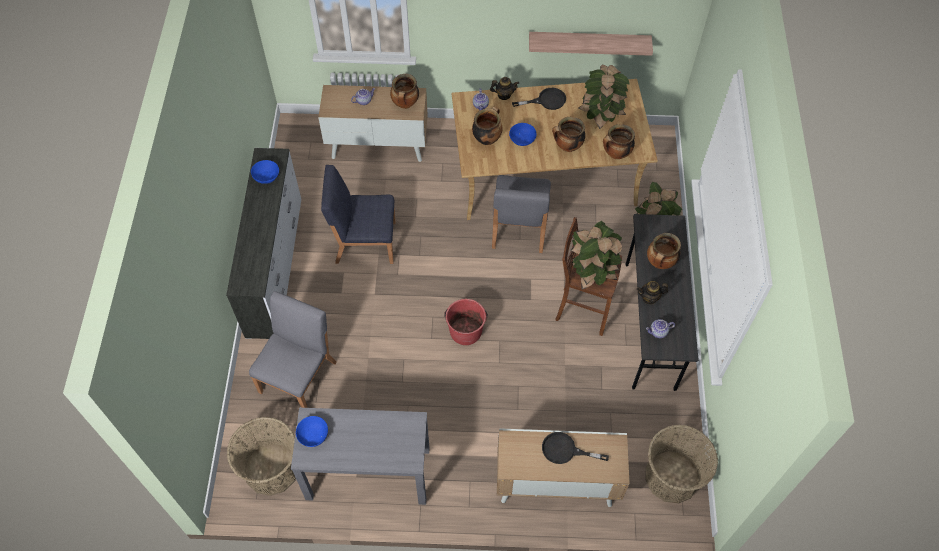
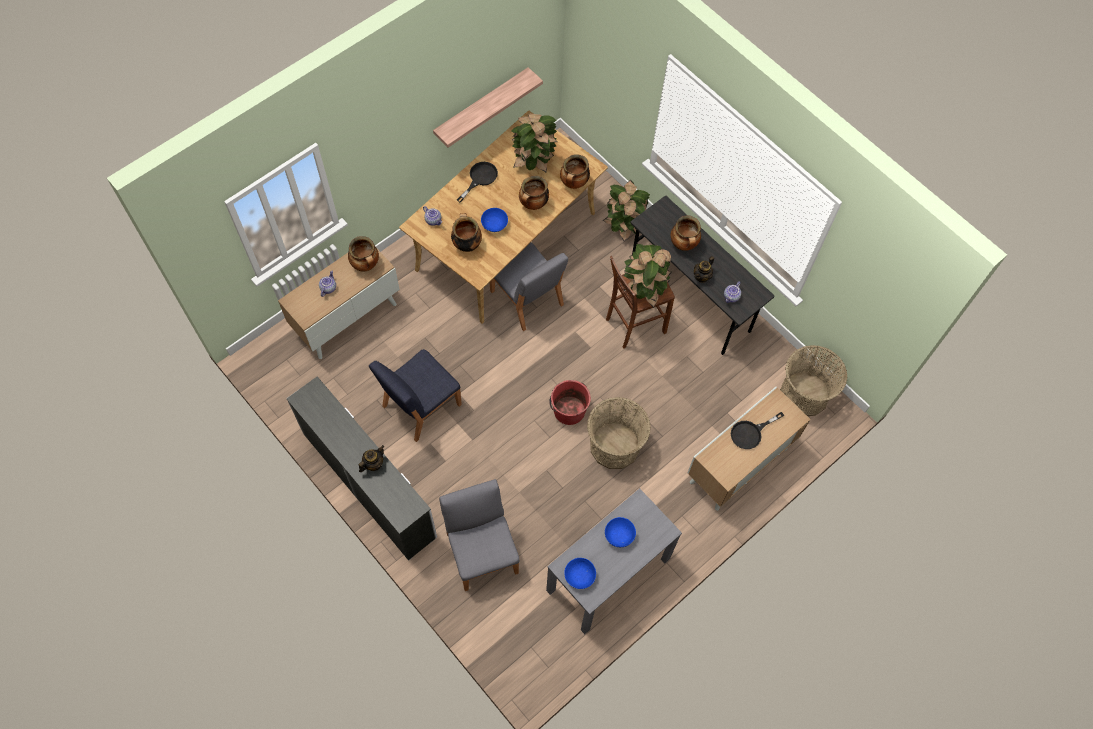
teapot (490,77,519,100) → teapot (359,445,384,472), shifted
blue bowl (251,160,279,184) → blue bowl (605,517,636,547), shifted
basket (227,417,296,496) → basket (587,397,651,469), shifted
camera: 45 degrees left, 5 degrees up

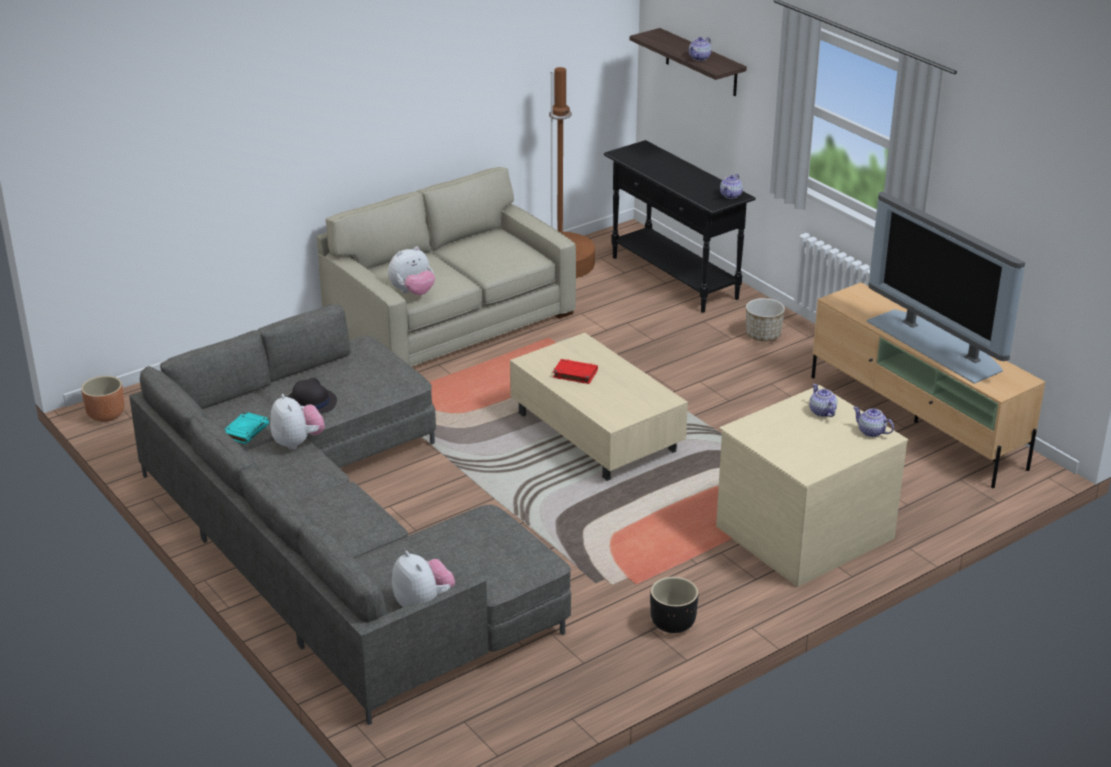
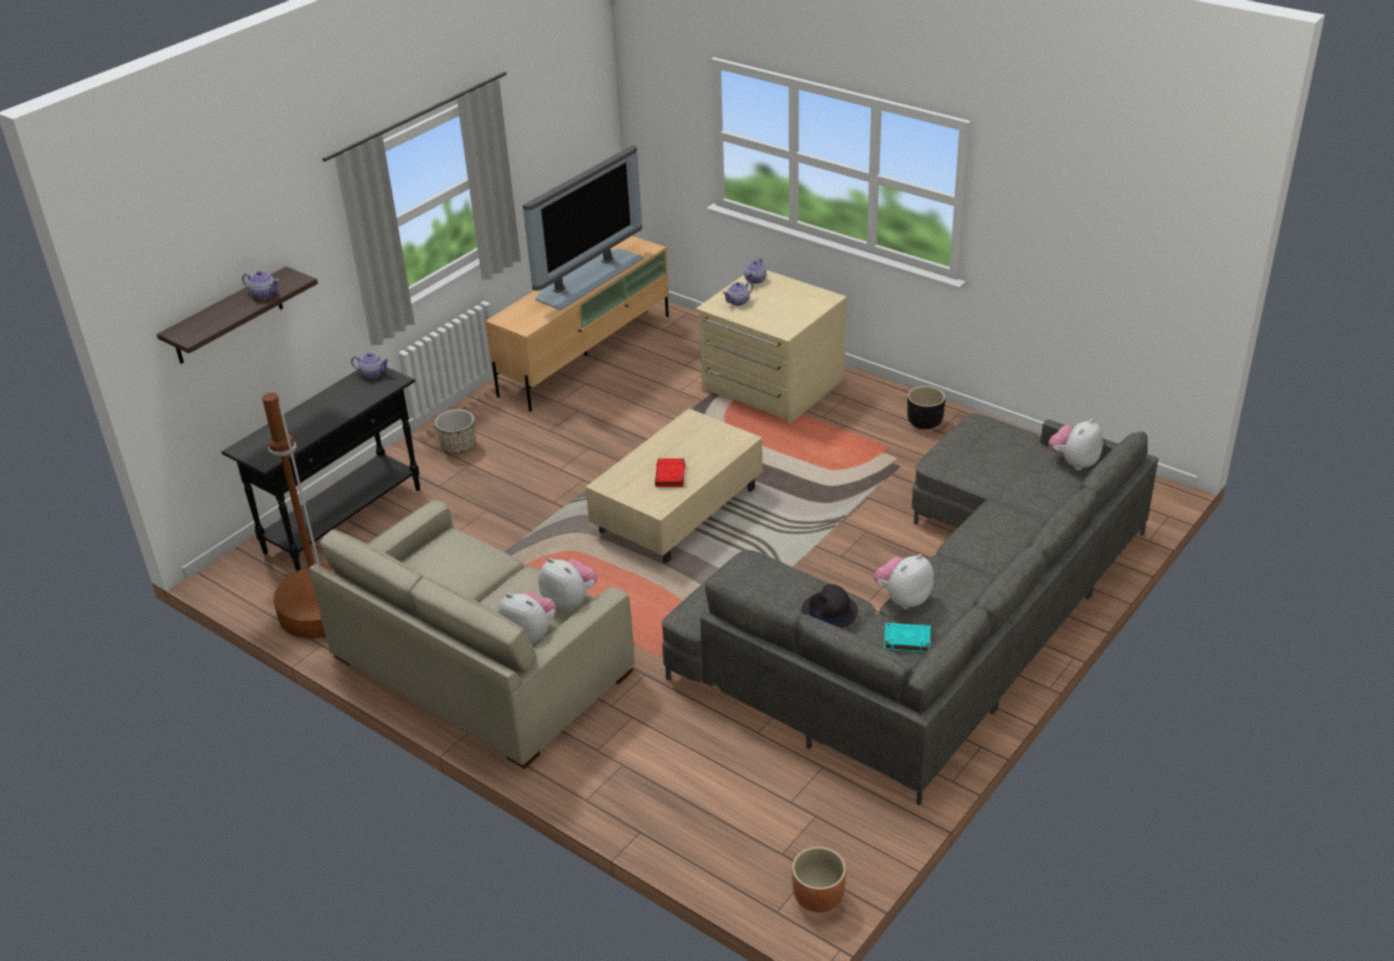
- → plush toy (497,592,556,645)
camera: 105 degrees left, 5 degrees up

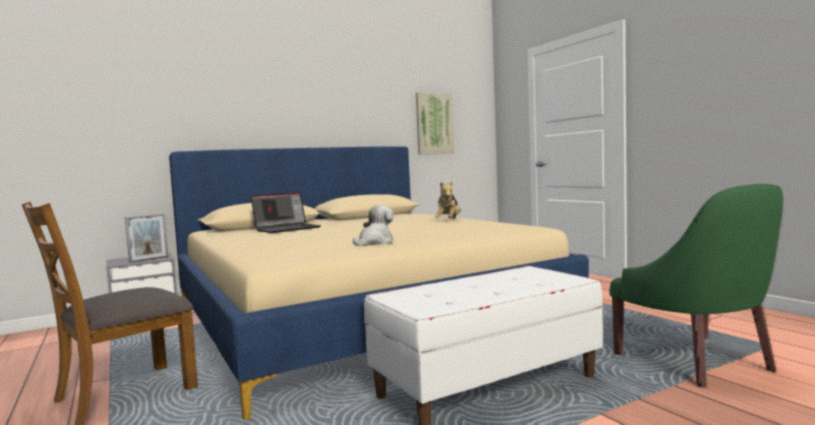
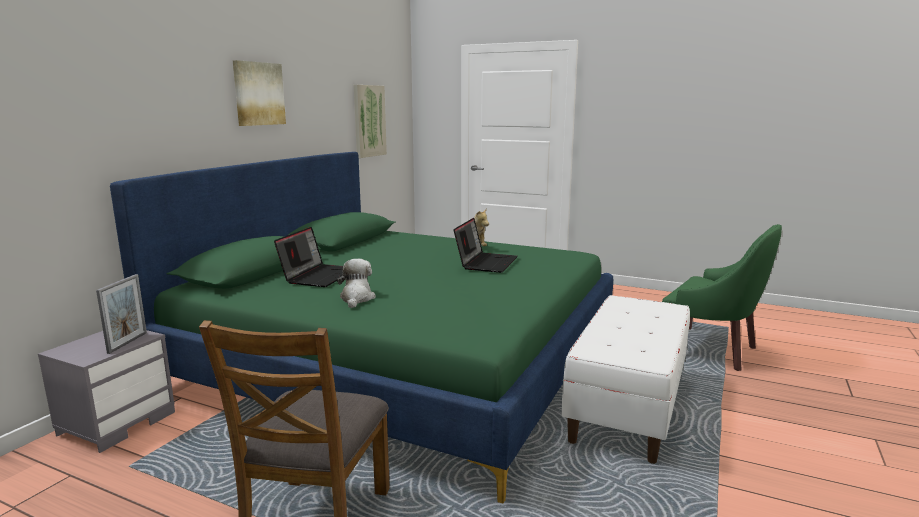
beige bed (169,147,589,420) → green bed (110,152,613,503)
plush toy (353,205,394,246) → plush toy (337,259,376,308), shifted
- → picture (233,60,286,126)
- → laptop (453,218,518,273)
camera: 35 degrees left, 10 degrees up

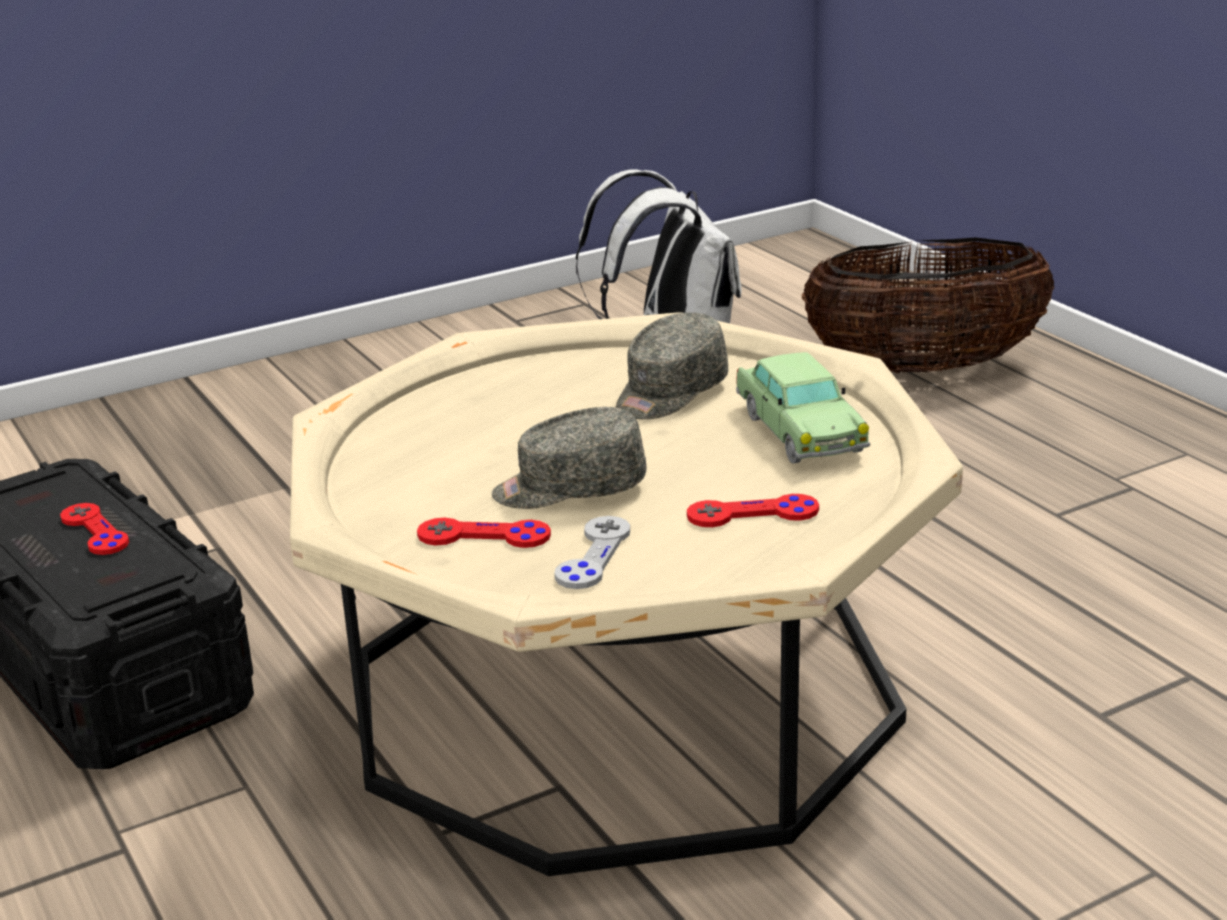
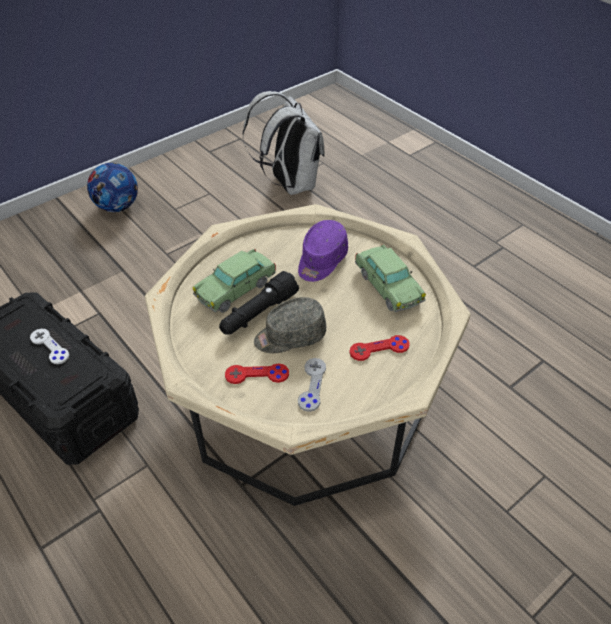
basket (802,237,1055,374) → -
grey cap (616,313,728,419) → purple cap (298,220,348,282)
red game controller (60,503,129,555) → white game controller (30,329,69,364)
- → football (87,163,138,212)
- → toy car (192,249,276,313)
- → black flashlight (219,271,299,335)
camera: 10 degrees left, 20 degrees up

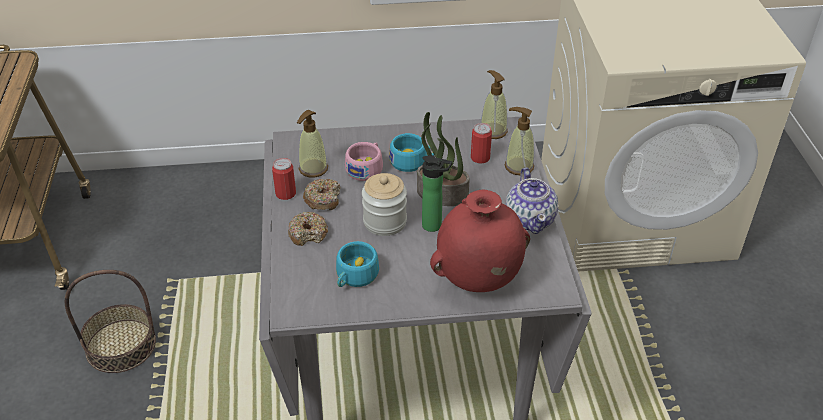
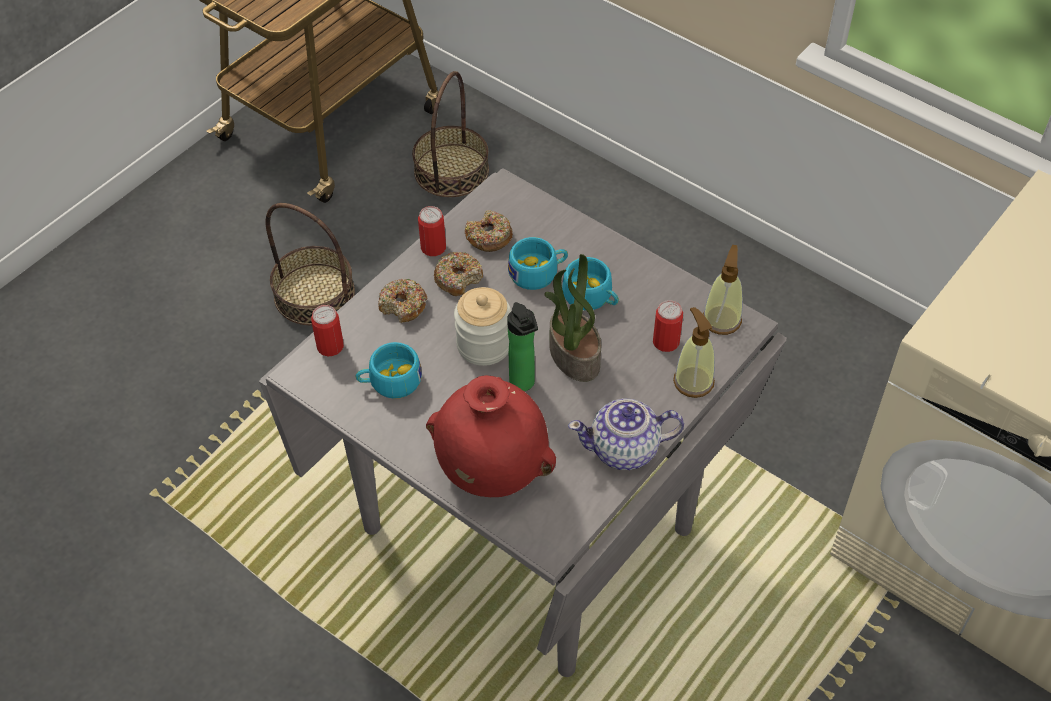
soap dispenser (297,110,328,177) → donut (465,210,513,252)
pink cup (345,142,383,181) → turquoise cup (508,237,568,290)
teapot (506,167,558,234) → teapot (568,398,684,470), 45 degrees clockwise
- → basket (412,71,489,197)
- → can (311,305,344,356)
camera: 45 degrees right, 10 degrees up

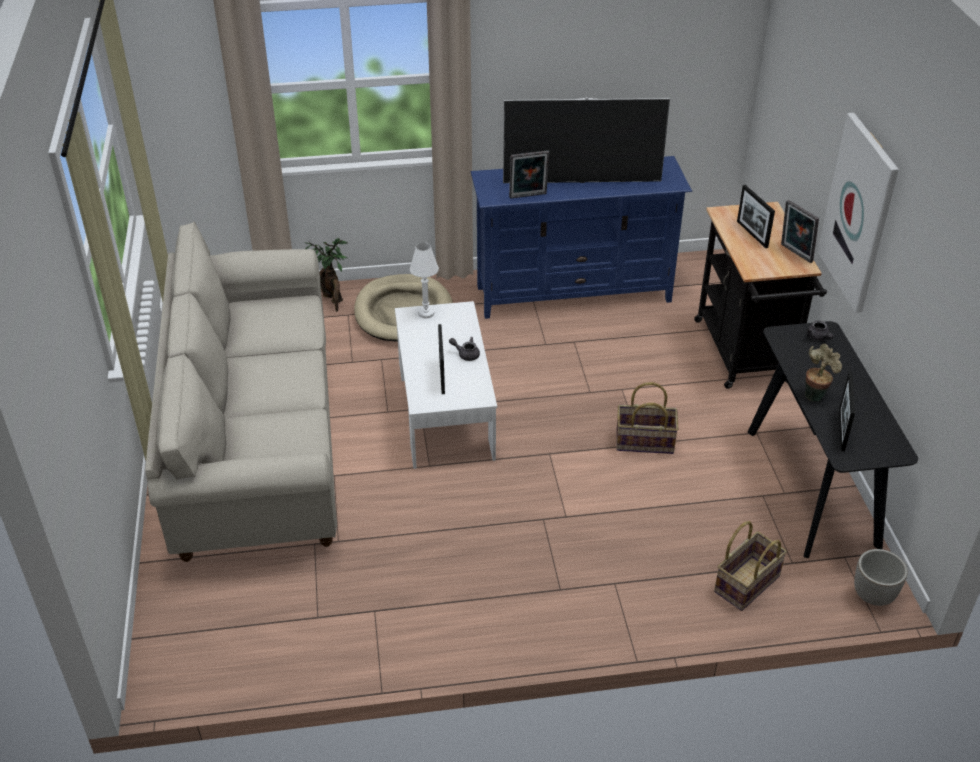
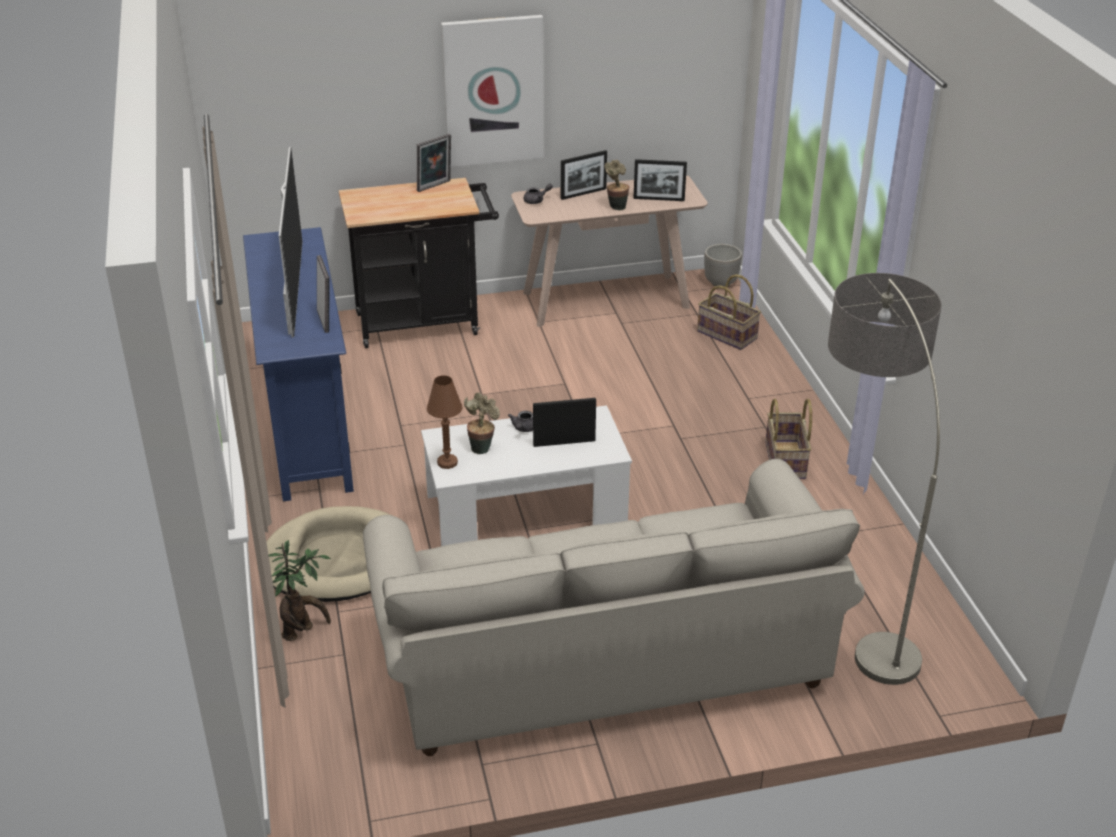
picture frame (737,185,775,248) → picture frame (561,150,607,200), shifted
white table lamp (410,242,439,319) → brown table lamp (427,375,462,469)
black console table (748,321,918,558) → beige console table (511,175,708,327)
basket (616,382,678,454) → basket (765,399,812,479), shifted
- → floor lamp (828,273,942,685)
- → potted plant (464,392,500,454)
camera: 95 degrees left, 5 degrees down

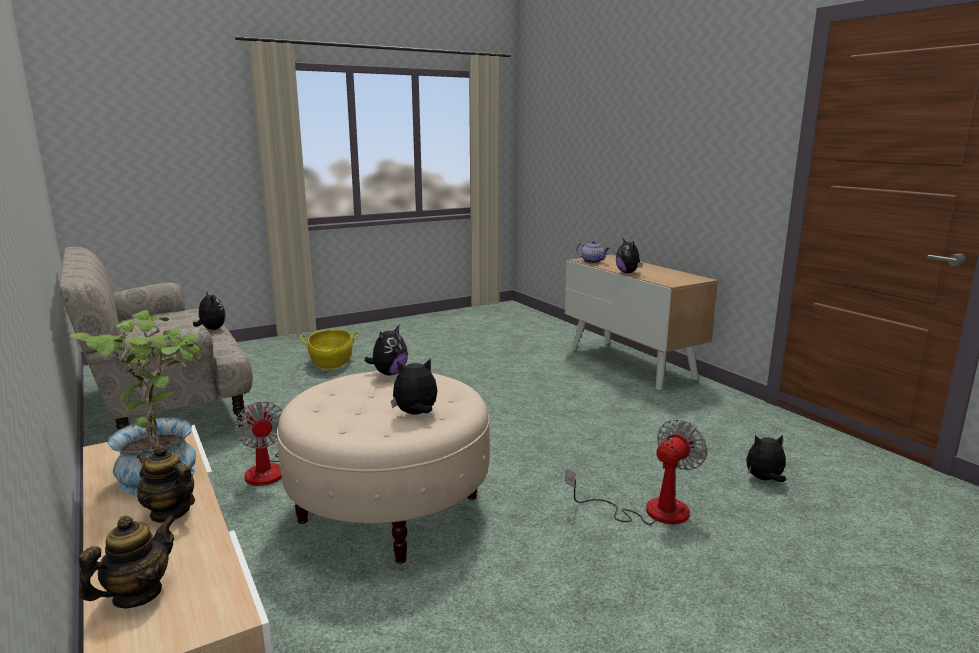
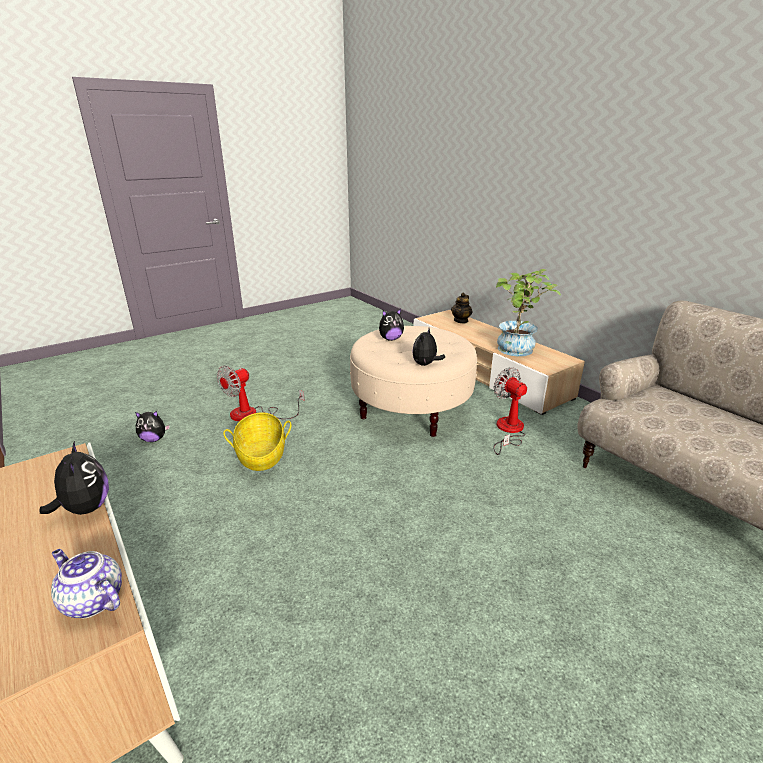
plush toy (193,291,226,330) → -
basket (300,329,359,369) → basket (223,412,291,471), shifted
teapot (137,445,195,523) → -
camera: 175 degrees right, 10 degrees up

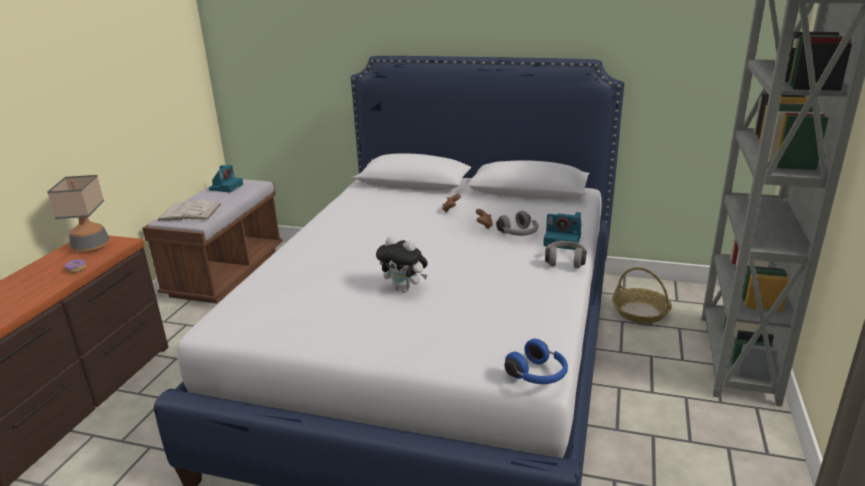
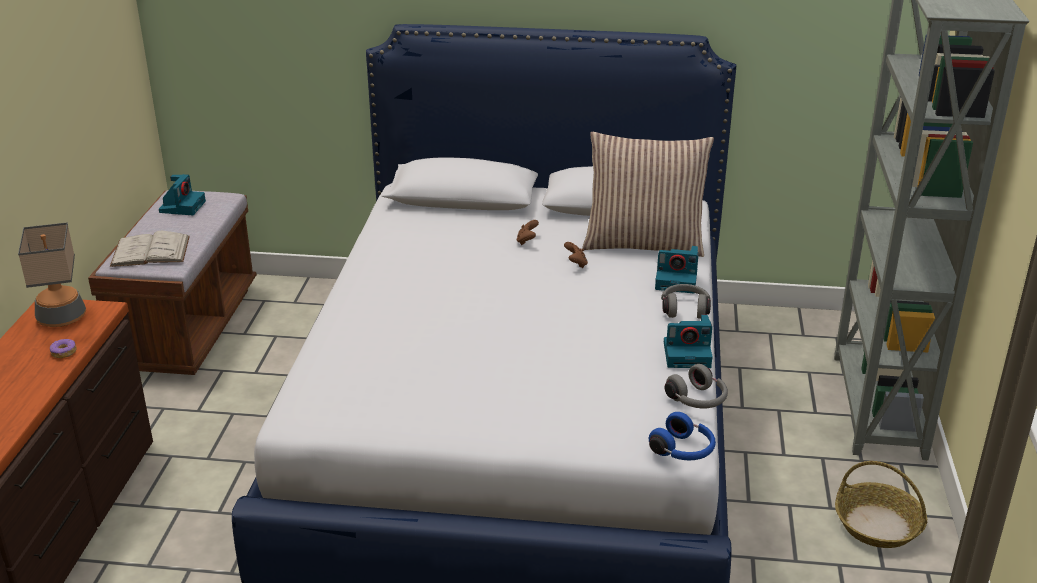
grey headphones (496,211,539,236) → grey headphones (665,364,728,408), shifted
plush toy (376,236,428,292) → -
basket (612,267,672,324) → basket (835,461,928,548), shifted
- → pillow (583,132,714,257)
- → photo camera (664,315,713,368)
camera: 10 degrees left, 5 degrees up

